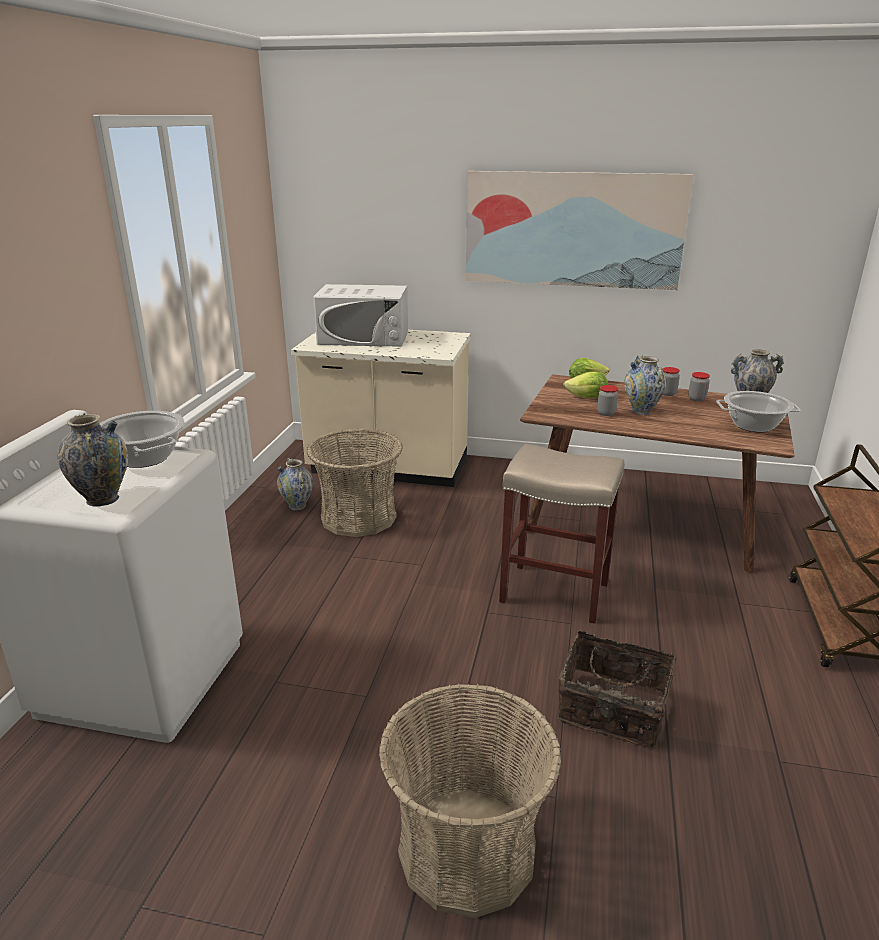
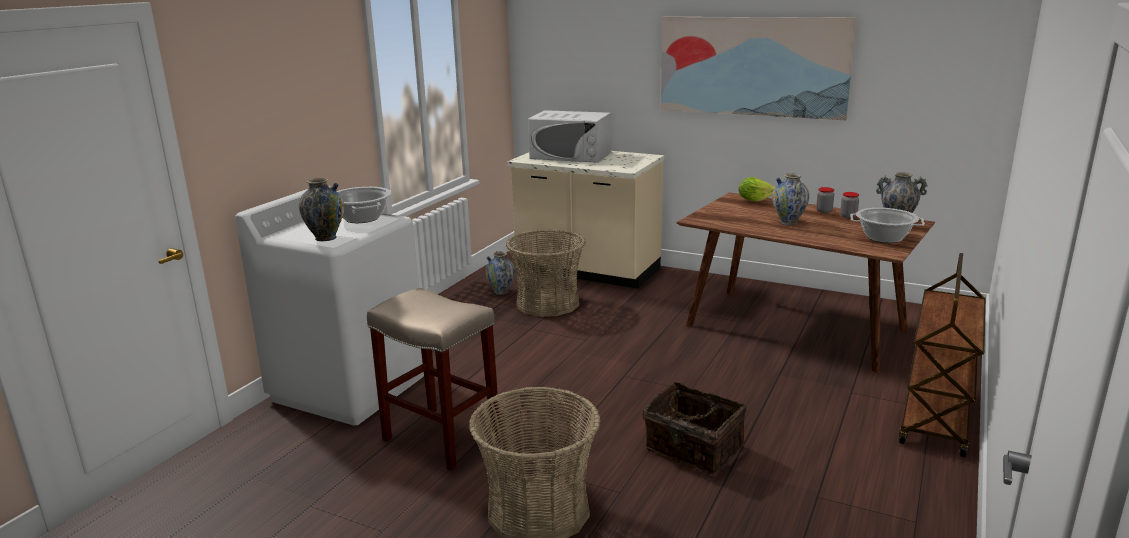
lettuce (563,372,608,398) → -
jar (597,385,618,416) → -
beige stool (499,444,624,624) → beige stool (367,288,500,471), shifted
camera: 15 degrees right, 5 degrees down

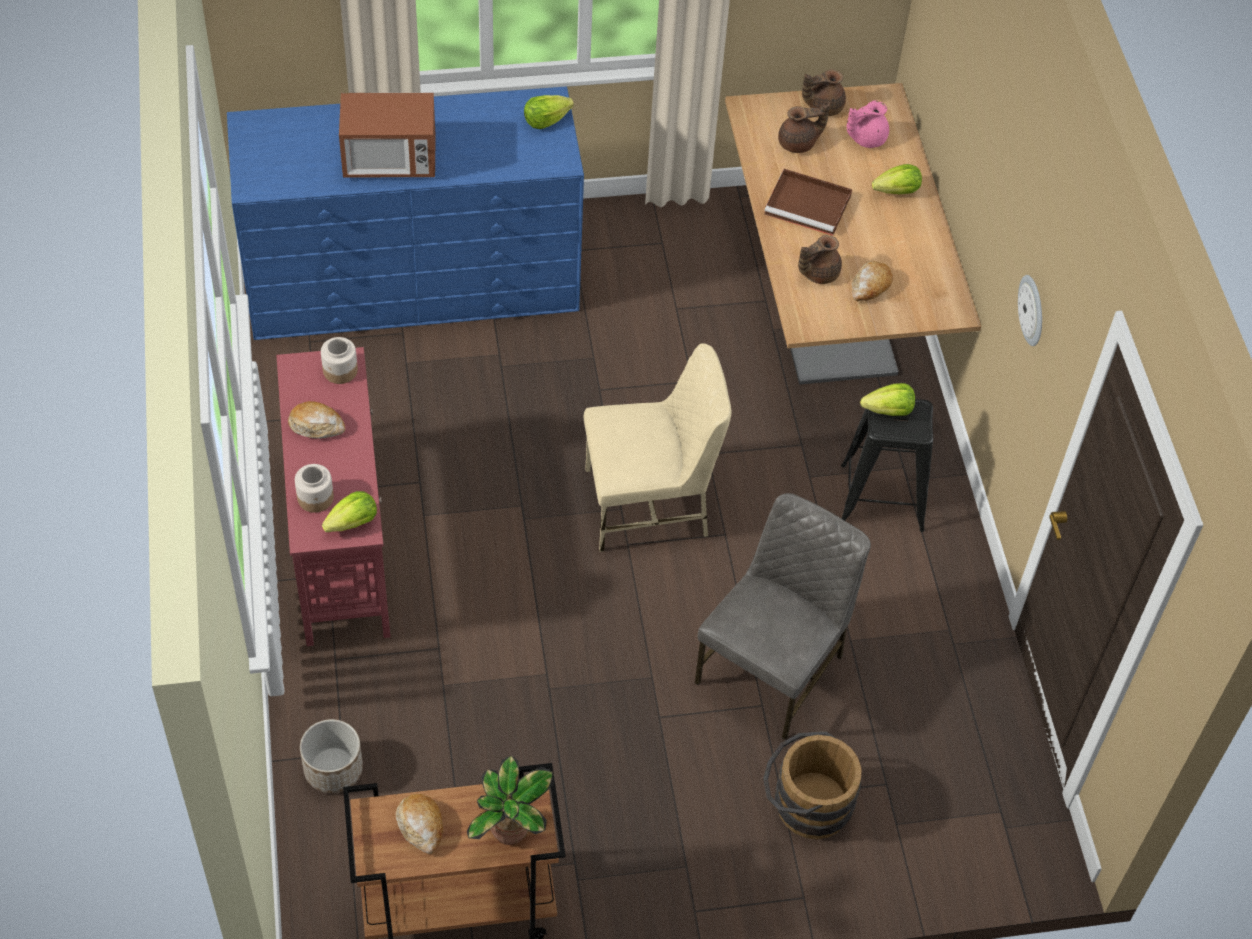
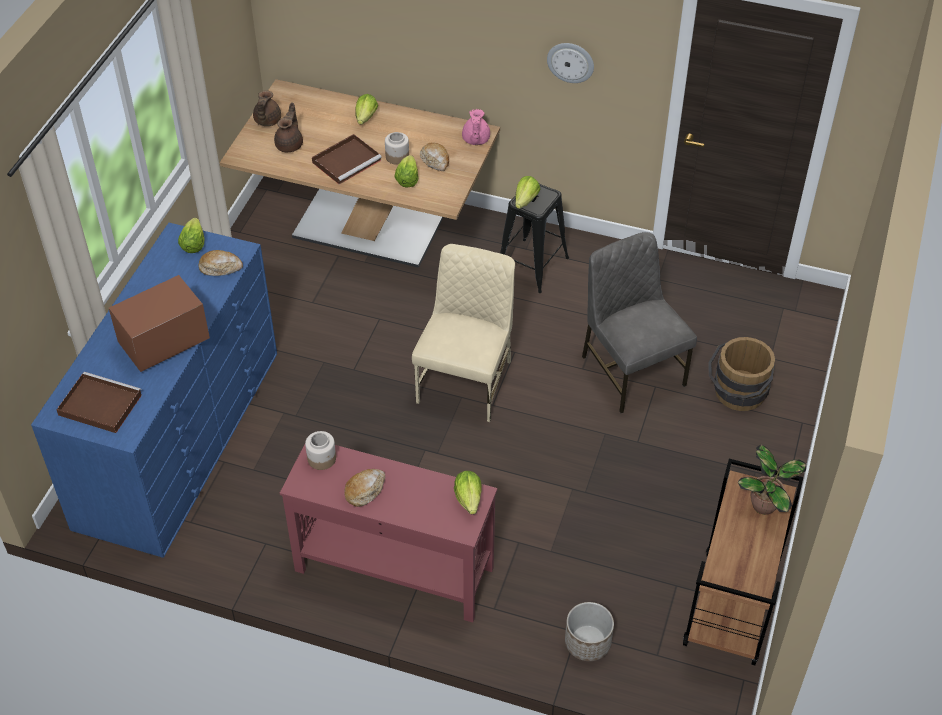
microwave (339,93,436,178) → microwave (109,275,210,372), 150 degrees counterclockwise
pink teapot (847,100,889,148) → pink teapot (462,109,490,145), shifted
brown teapot (798,235,842,284) → lettuce (395,155,419,187)
jar (295,464,334,513) → jar (385,132,409,165), shifted
bread (396,794,443,854) → bread (199,250,243,276), shifted
- → brown tray (57,372,142,433)
camera: 60 degrees left, 5 degrees down

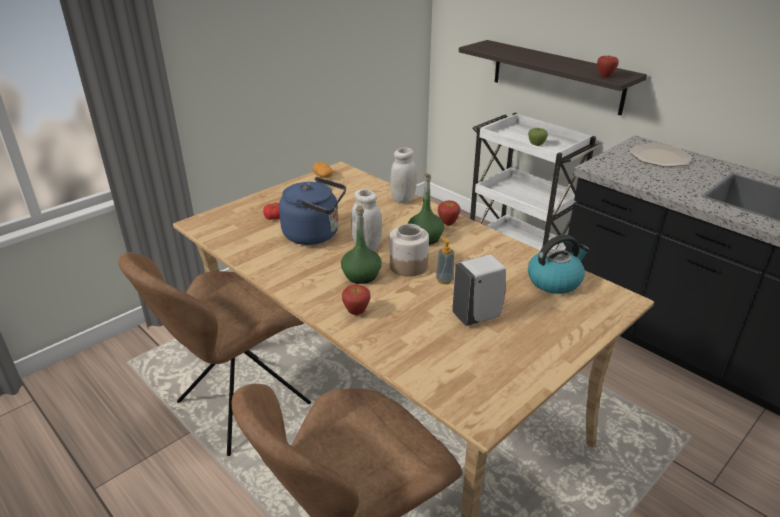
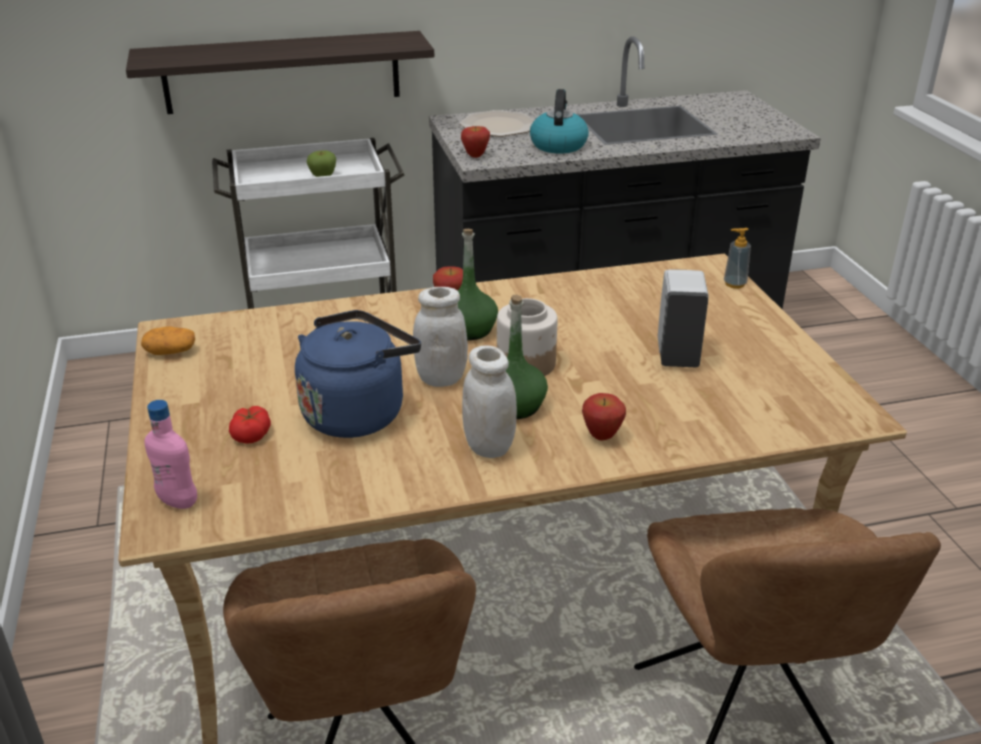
apple (597,56,619,78) → apple (461,126,490,158), shifted
white jar (390,148,417,204) → white jar (462,345,517,458), shifted
kettle (528,235,590,294) → kettle (530,89,589,153), shifted
soap dispenser (436,237,454,284) → soap dispenser (724,228,751,289), shifted
- → pink bottle (144,400,197,509)
camera: 60 degrees left, 0 degrees up

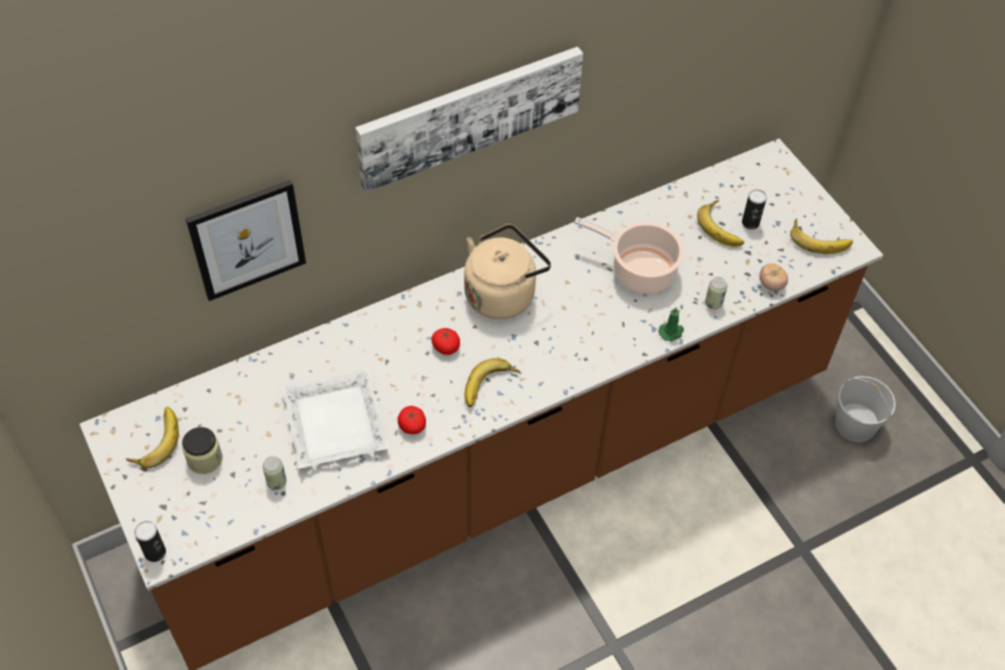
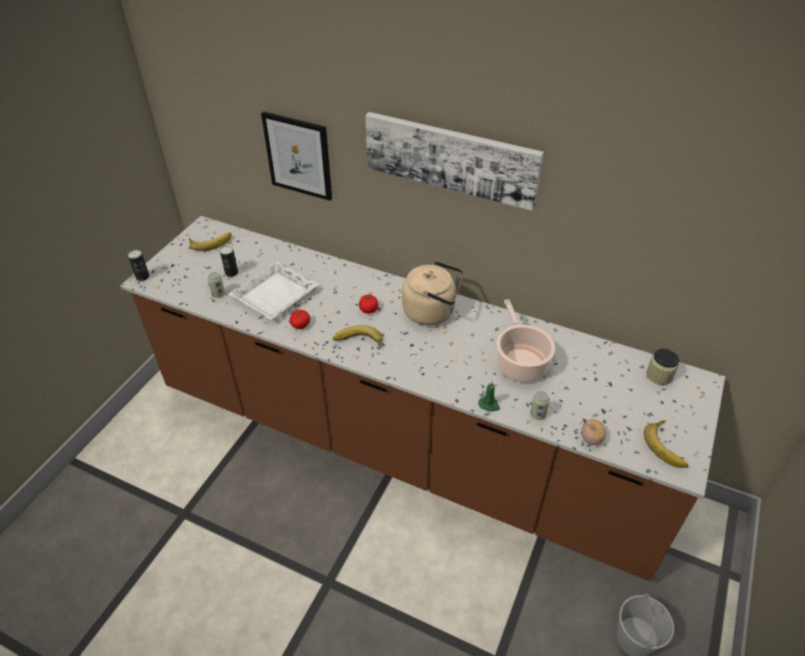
can (742,190,767,229) → can (220,246,238,277), shifted
banana (697,200,744,247) → -
jar (182,427,223,474) → jar (646,348,679,385), shifted
camera: 55 degrees right, 10 degrees down

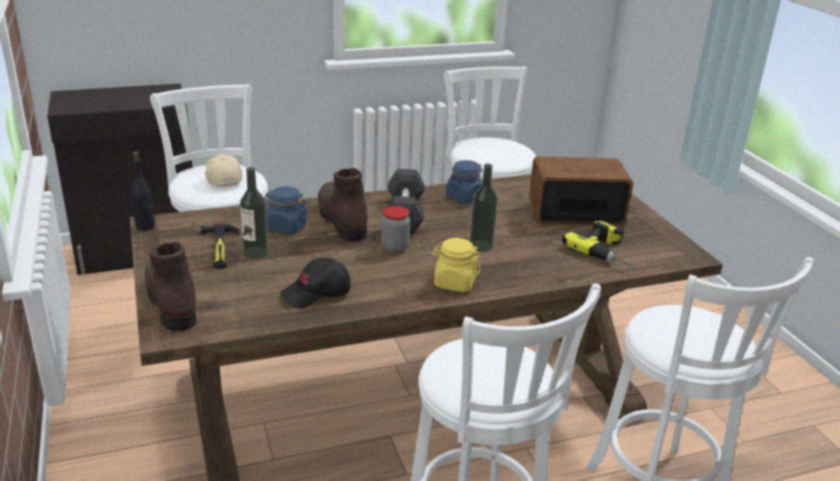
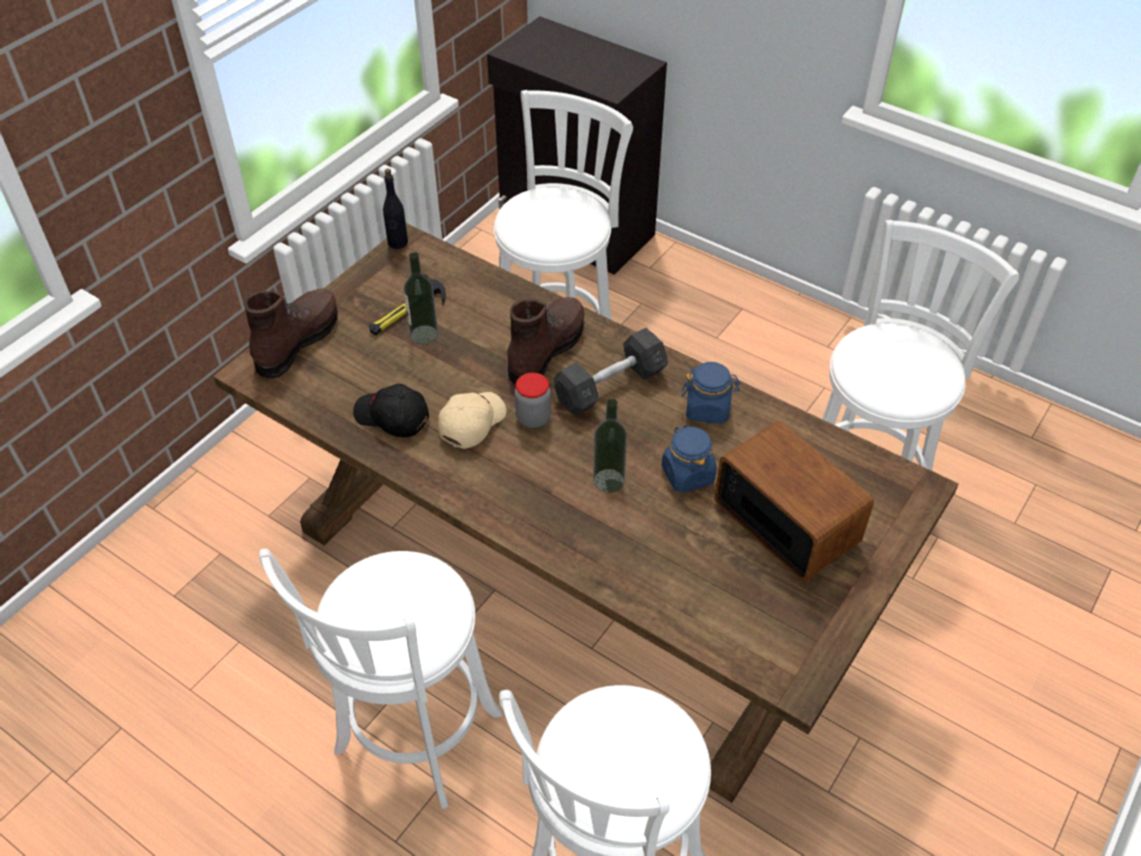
beige cap (204,154,243,187) → beige cap (438,392,506,449), shifted
blue jar (264,186,308,234) → blue jar (662,425,717,493), shifted
power drill (562,220,635,268) → -
yellow jar (432,238,481,292) → -
camera: 55 degrees right, 20 degrees up

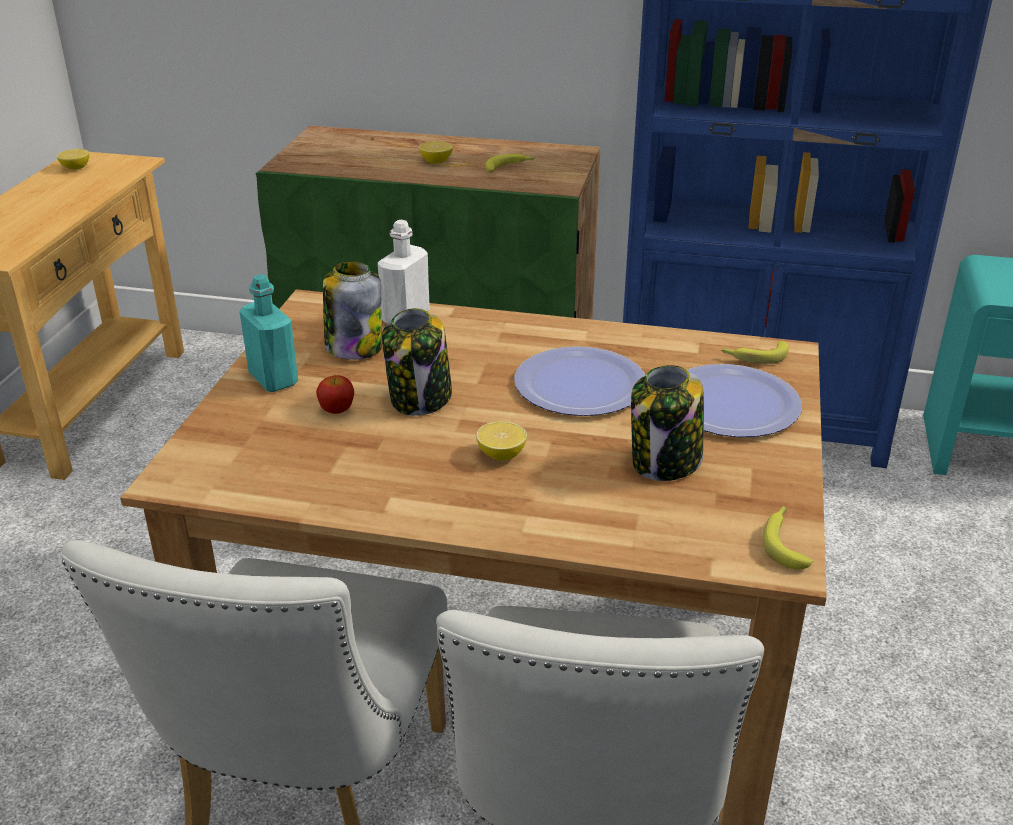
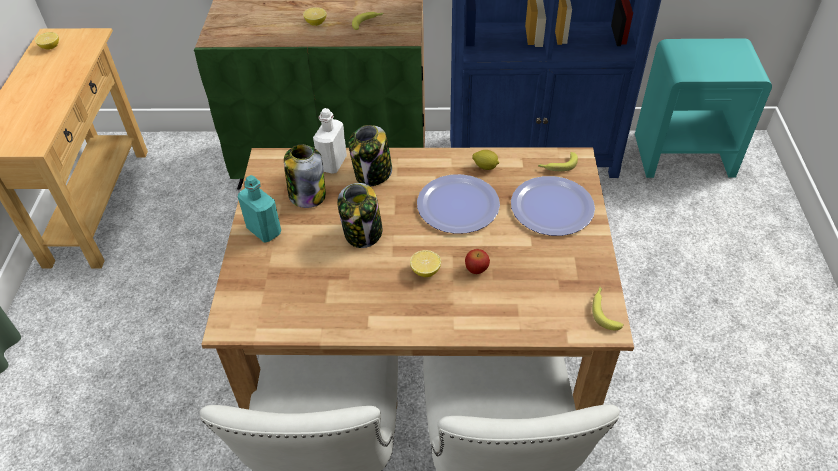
jar (631,365,704,481) → jar (349,125,392,186), shifted
apple (316,375,354,414) → apple (465,249,490,274), shifted
- → lemon (473,150,499,170)
camera: 10 degrees left, 15 degrees up

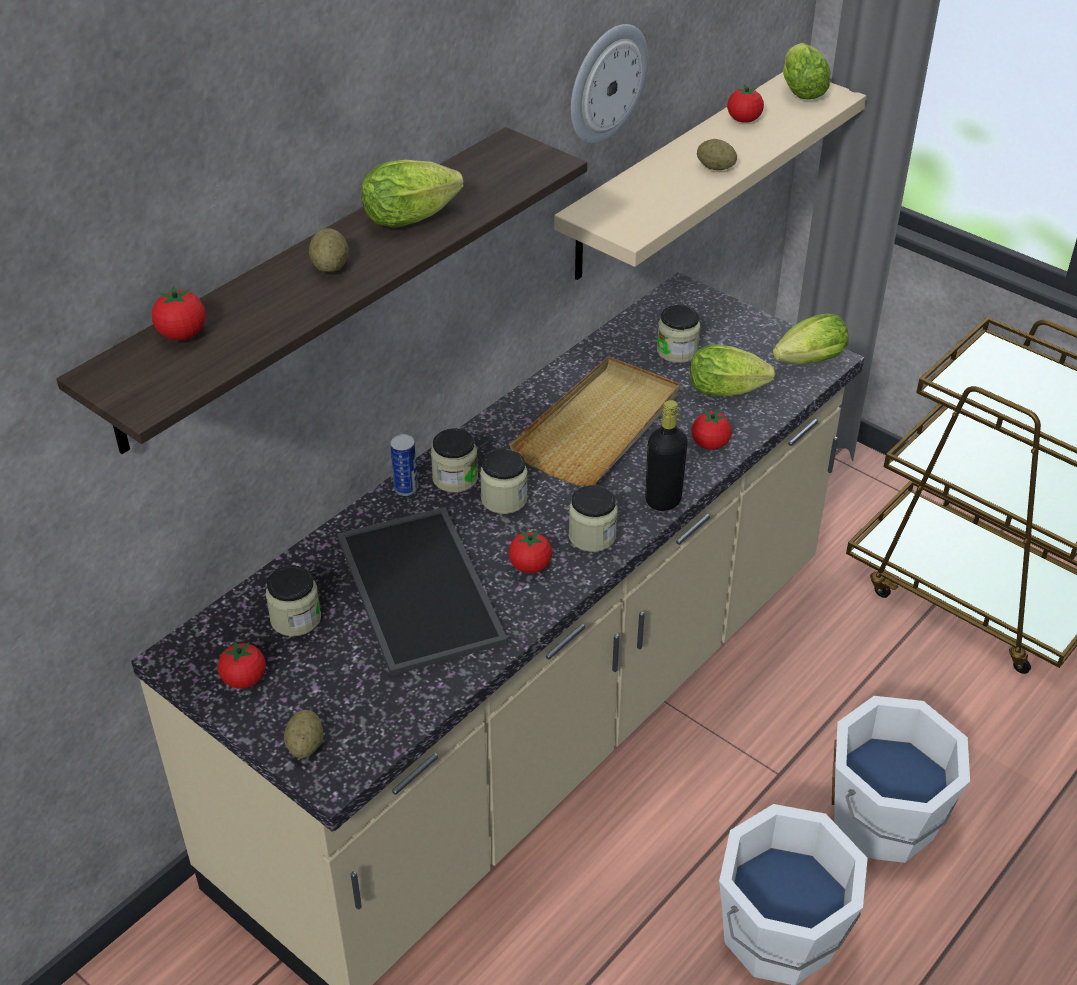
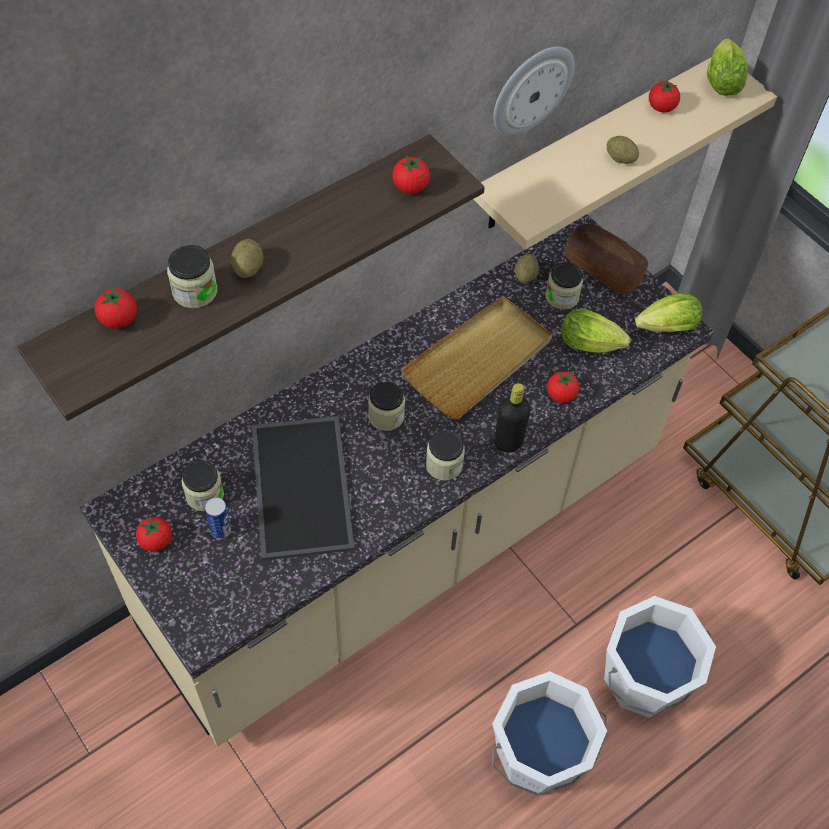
lettuce (361,160,464,228) → -
jar (431,428,478,493) → jar (167,245,217,308), shifted
can (390,434,418,496) → can (205,497,231,539), shifted
tomato (509,530,552,573) → tomato (392,155,430,194), shifted
potato (284,710,324,759) → potato (515,254,539,283), shifted
- → bread (565,223,648,295)
camera: 10 degrees right, 15 degrees up

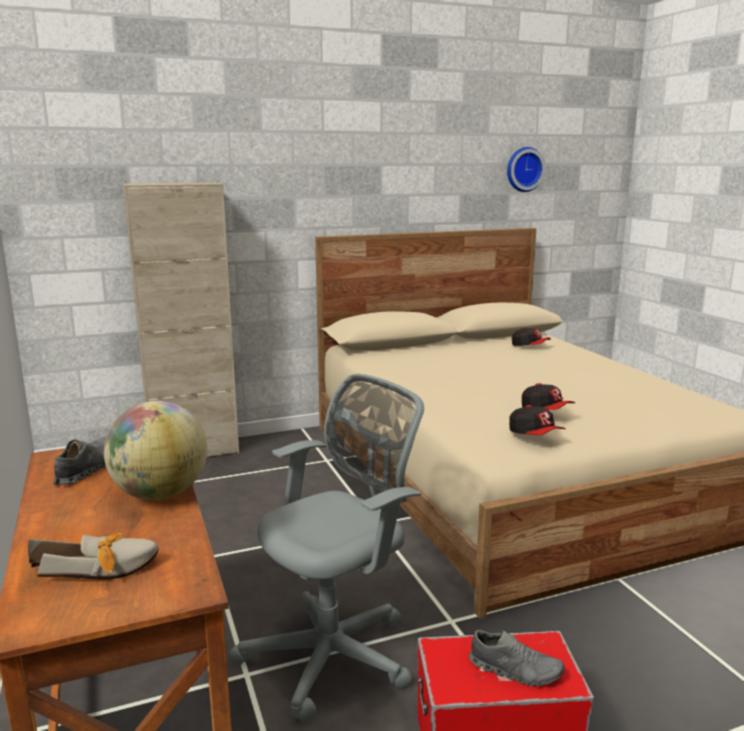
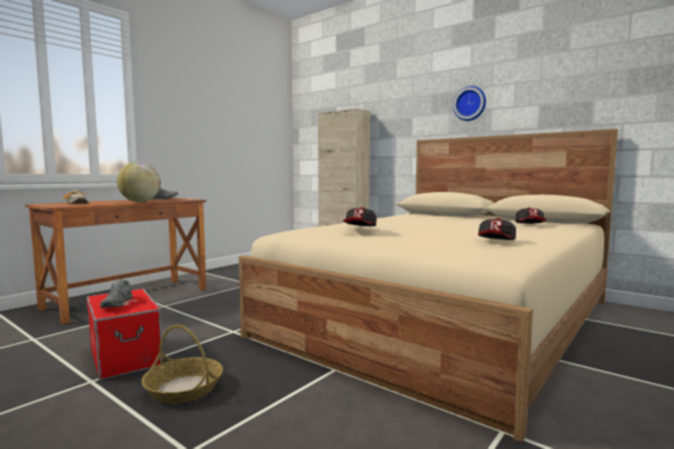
wall clock (507,147,545,192) → wall clock (453,86,486,121), shifted
grey office chair (228,374,424,722) → -
cap (509,405,566,435) → cap (478,218,516,240), shifted
- → basket (141,325,223,403)
camera: 60 degrees right, 10 degrees down

